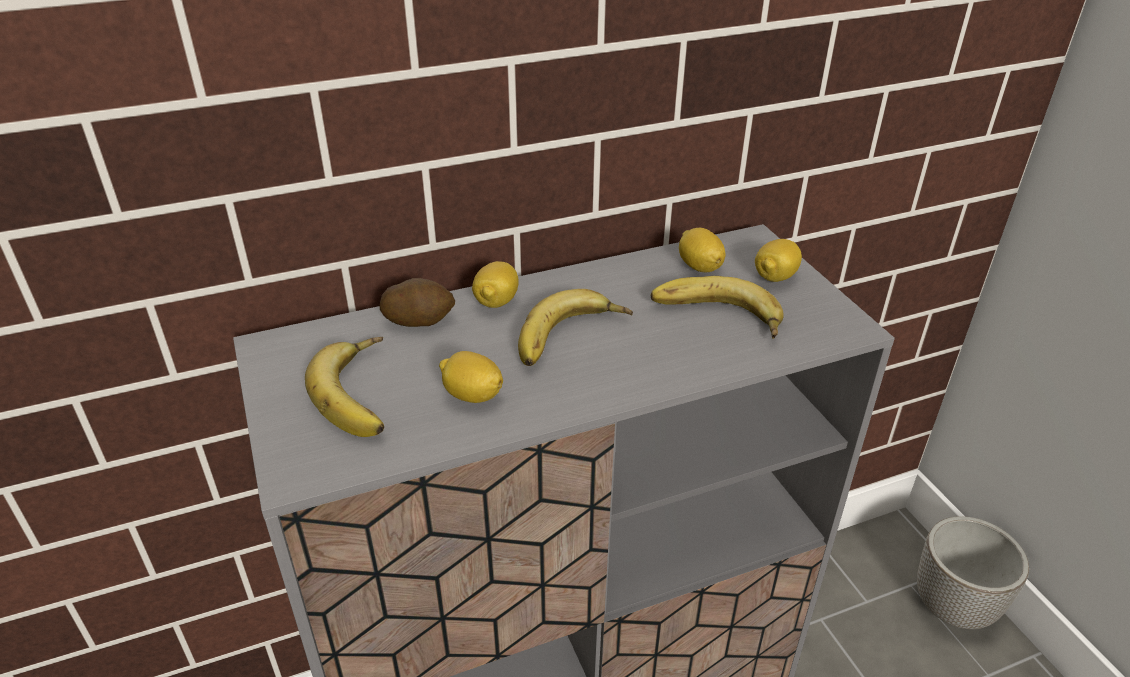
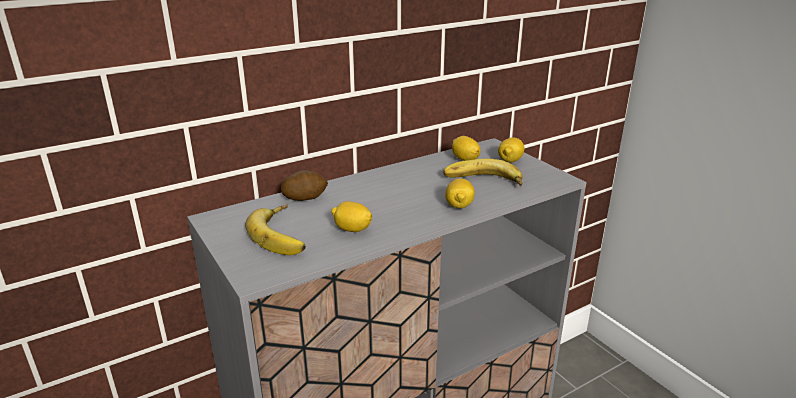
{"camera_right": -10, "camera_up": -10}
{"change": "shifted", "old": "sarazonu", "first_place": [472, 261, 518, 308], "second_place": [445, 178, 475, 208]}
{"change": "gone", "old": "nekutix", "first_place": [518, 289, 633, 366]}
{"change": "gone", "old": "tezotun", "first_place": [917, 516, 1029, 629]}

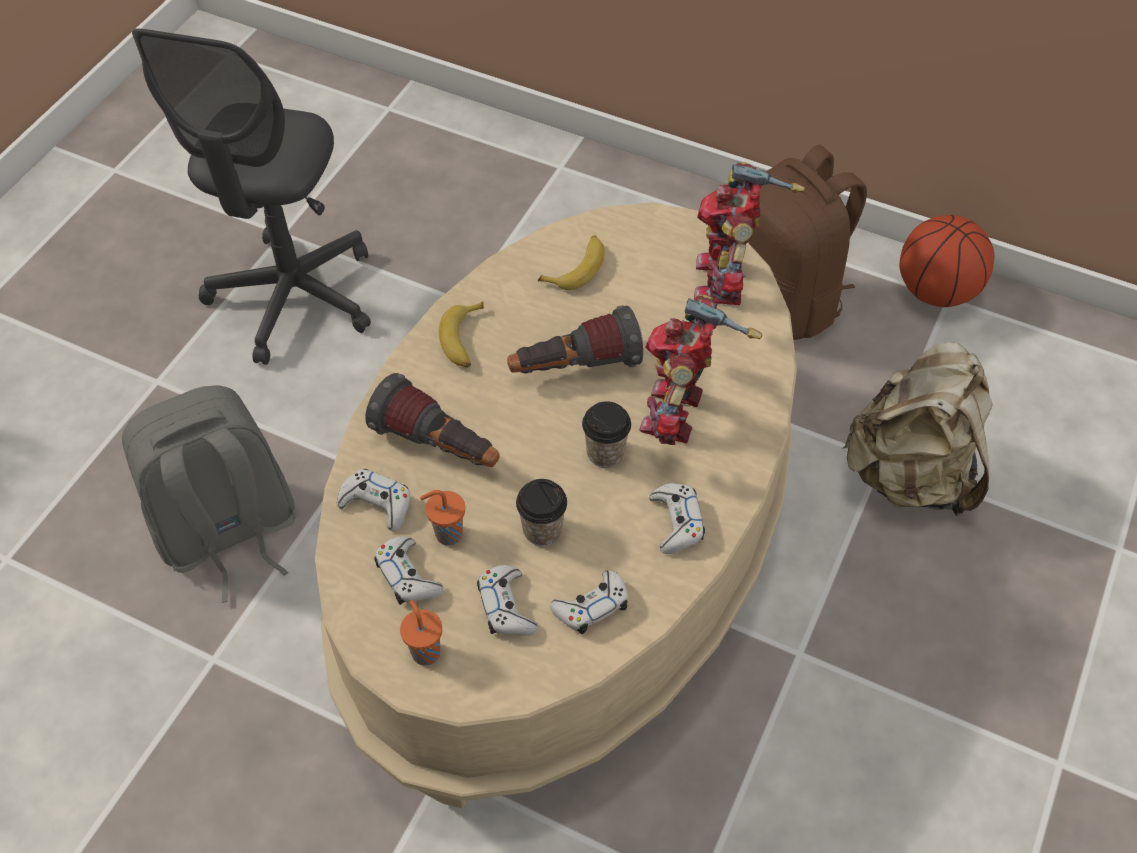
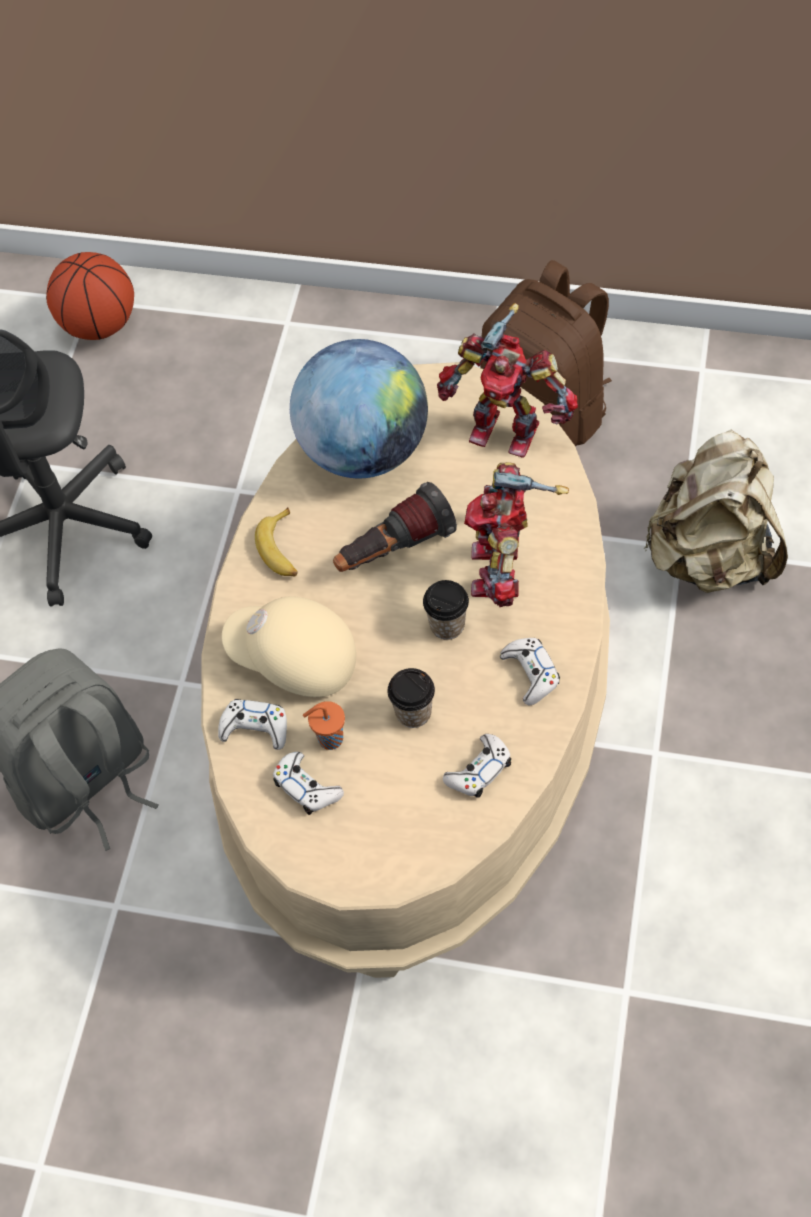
{"camera_right": -10, "camera_up": 5}
{"change": "swapped", "old": "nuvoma", "new": "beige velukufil", "first_place": [365, 373, 500, 467], "second_place": [222, 596, 356, 697]}
{"change": "gone", "old": "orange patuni", "first_place": [400, 600, 442, 666]}
{"change": "gone", "old": "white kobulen", "first_place": [477, 565, 538, 636]}
{"change": "swapped", "old": "nekutix", "new": "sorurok", "first_place": [538, 235, 605, 290], "second_place": [290, 339, 428, 478]}
{"change": "rotated", "old": "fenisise", "first_place": [694, 162, 805, 305], "second_place": [437, 303, 578, 458], "degrees": -60}
{"change": "shifted", "old": "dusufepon", "first_place": [900, 215, 994, 307], "second_place": [46, 252, 134, 340]}

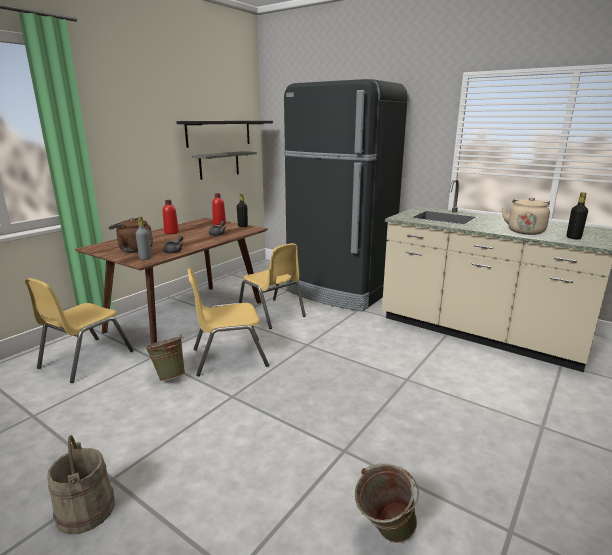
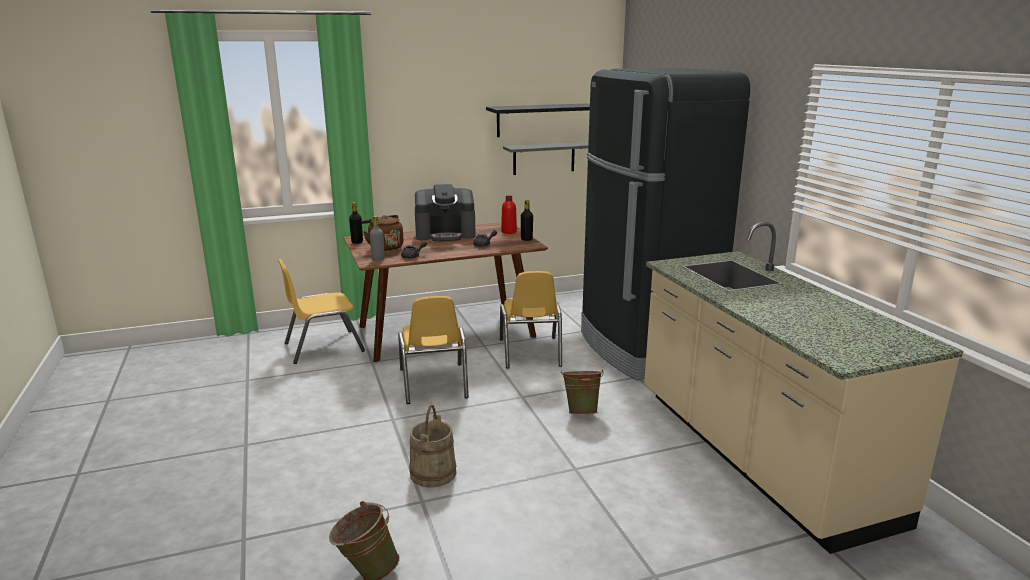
{"camera_right": 35, "camera_up": 0}
{"change": "shifted", "old": "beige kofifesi", "first_place": [47, 435, 115, 534], "second_place": [409, 405, 457, 488]}
{"change": "shifted", "old": "green kofifesi", "first_place": [144, 334, 185, 381], "second_place": [561, 369, 604, 415]}
{"change": "swapped", "old": "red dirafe", "new": "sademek", "first_place": [163, 200, 179, 234], "second_place": [415, 184, 476, 241]}
{"change": "rotated", "old": "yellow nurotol", "first_place": [188, 268, 269, 376], "second_place": [398, 296, 469, 404], "degrees": -120}
{"change": "gone", "old": "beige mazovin", "first_place": [502, 197, 550, 235]}
{"change": "shifted", "old": "black dirafe", "first_place": [567, 192, 588, 239], "second_place": [349, 202, 363, 244]}

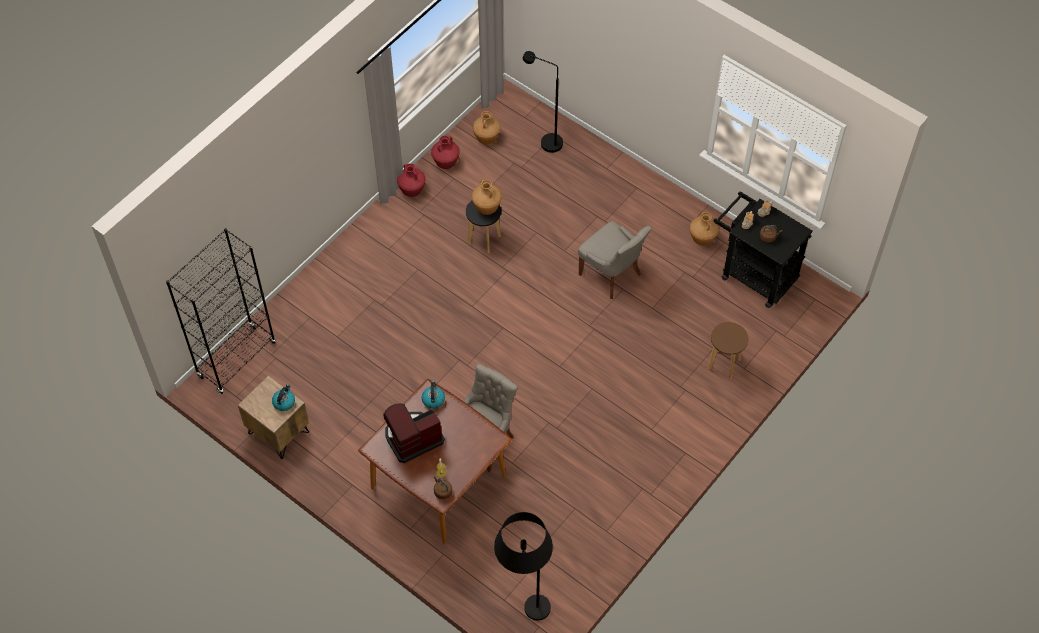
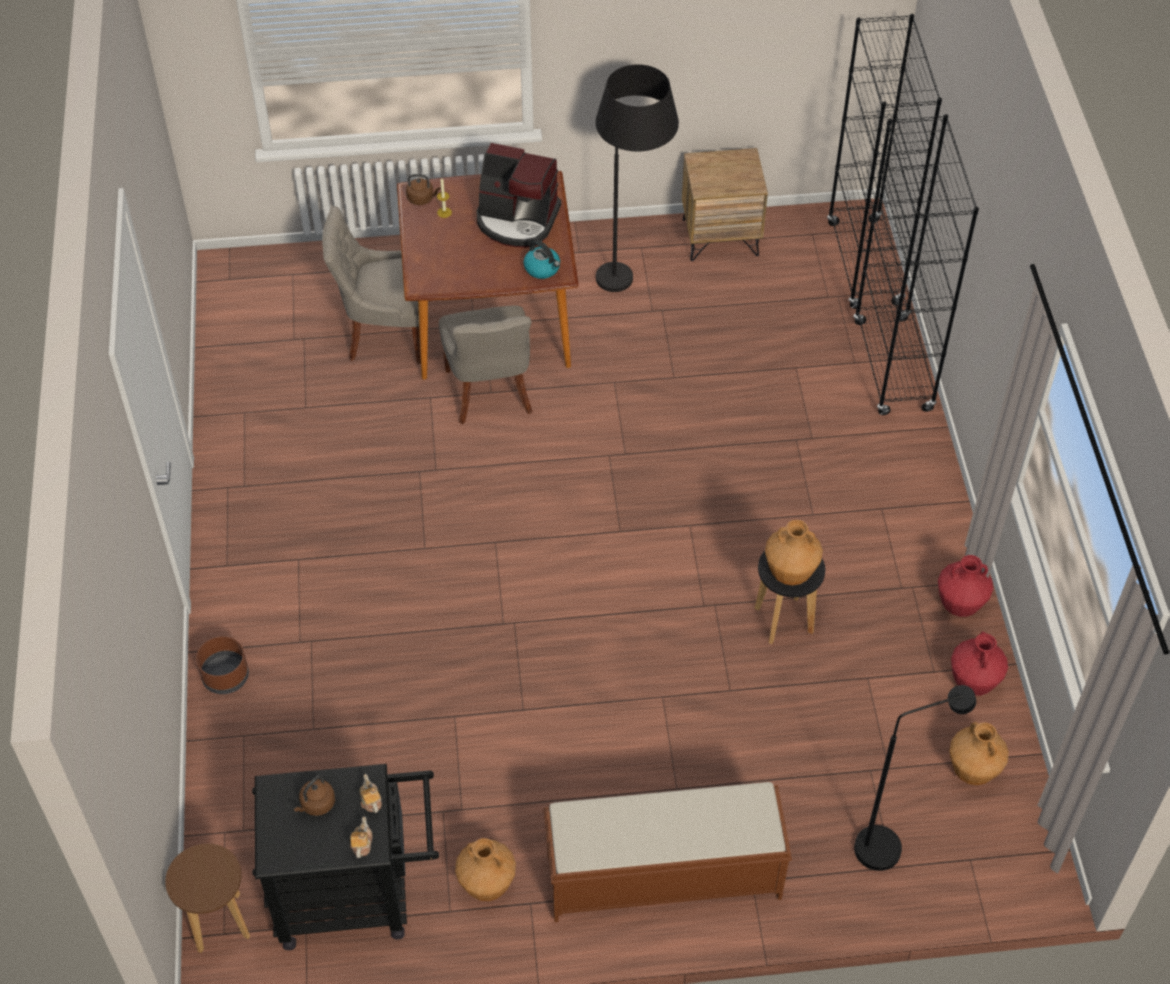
{"camera_right": 135, "camera_up": -5}
{"change": "gone", "old": "mazovin", "first_place": [272, 384, 295, 411]}
{"change": "rotated", "old": "sademek", "first_place": [383, 403, 445, 463], "second_place": [476, 143, 561, 248], "degrees": 90}
{"change": "shifted", "old": "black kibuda", "first_place": [494, 512, 553, 621], "second_place": [596, 64, 679, 292]}
{"change": "shifted", "old": "grey nurotol", "first_place": [578, 221, 652, 299], "second_place": [322, 206, 421, 364]}
{"change": "shifted", "old": "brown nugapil", "first_place": [707, 322, 748, 379], "second_place": [165, 843, 250, 953]}
{"change": "new", "new": "brown tezotun", "second_place": [196, 636, 249, 694]}
{"change": "new", "new": "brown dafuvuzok", "second_place": [543, 782, 792, 922]}
{"change": "new", "new": "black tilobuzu", "second_place": [853, 114, 979, 415]}

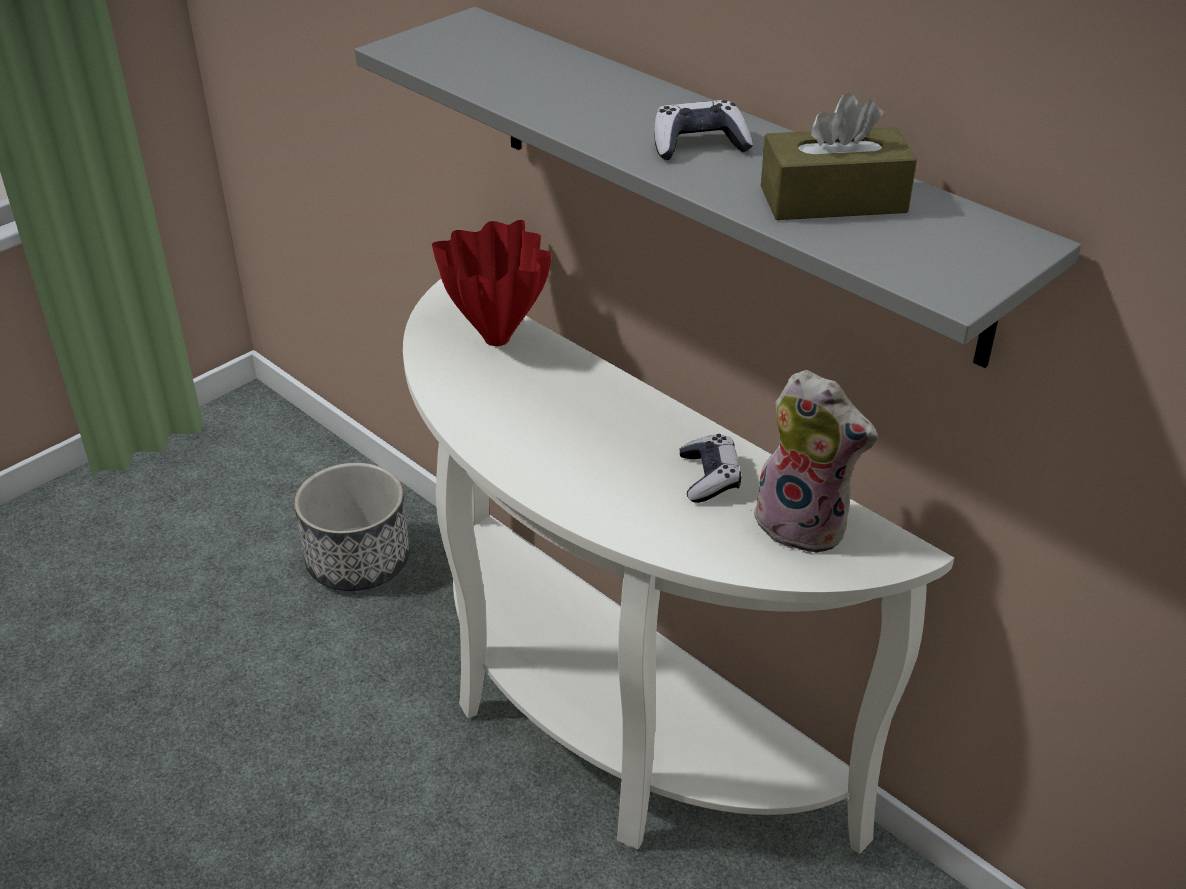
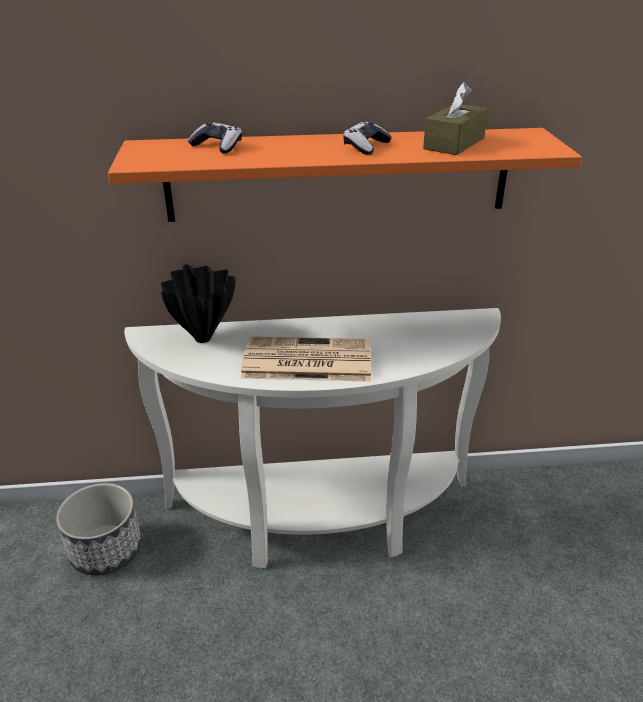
{"camera_right": -50, "camera_up": -5}
{"change": "repainted", "old": "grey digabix", "new": "orange digabix", "first_place": [355, 7, 1081, 368], "second_place": [108, 128, 582, 222]}
{"change": "repainted", "old": "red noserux", "new": "black noserux", "first_place": [432, 220, 552, 346], "second_place": [161, 264, 236, 343]}
{"change": "shifted", "old": "kobulen", "first_place": [679, 434, 741, 503], "second_place": [188, 122, 242, 154]}
{"change": "gone", "old": "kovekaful", "first_place": [750, 370, 877, 555]}
{"change": "new", "new": "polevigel", "second_place": [241, 336, 371, 382]}

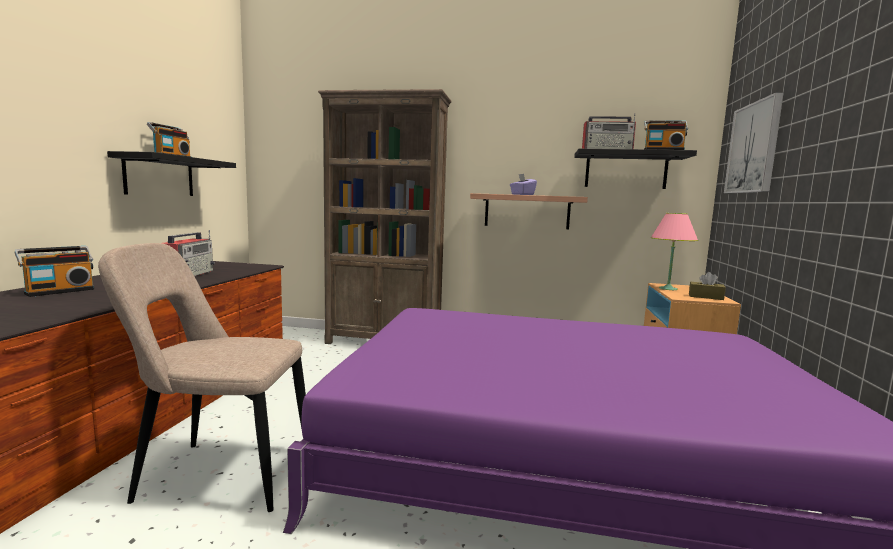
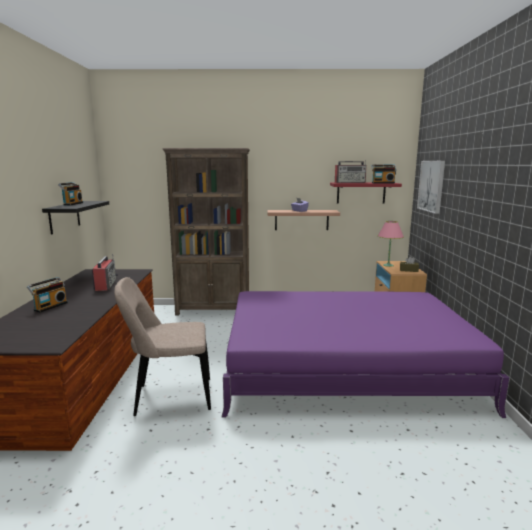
{"camera_right": -10, "camera_up": 5}
{"change": "repainted", "old": "black digabix", "new": "red digabix", "first_place": [574, 149, 697, 189], "second_place": [330, 183, 402, 203]}

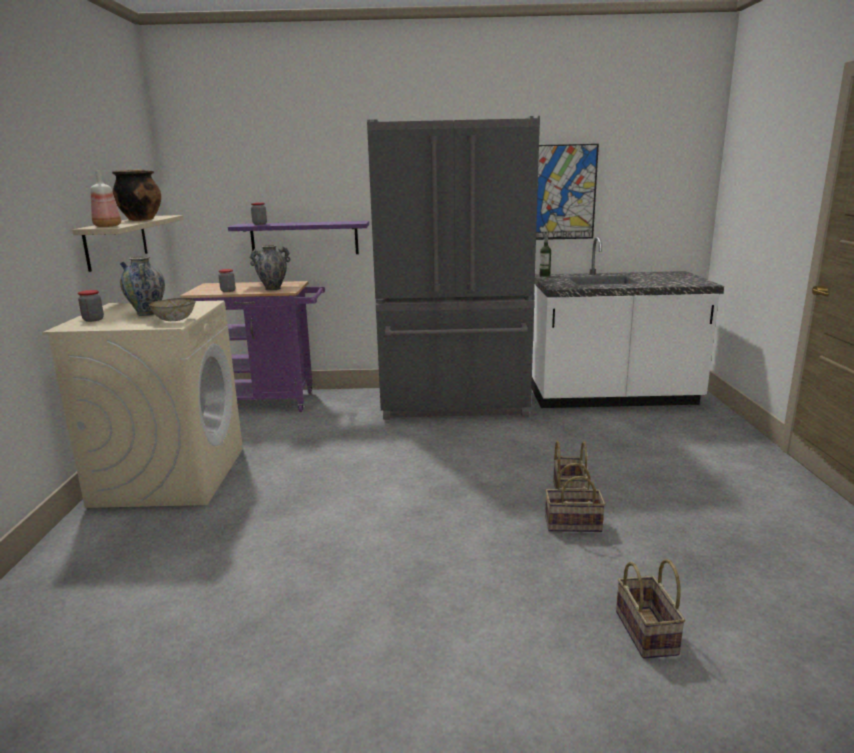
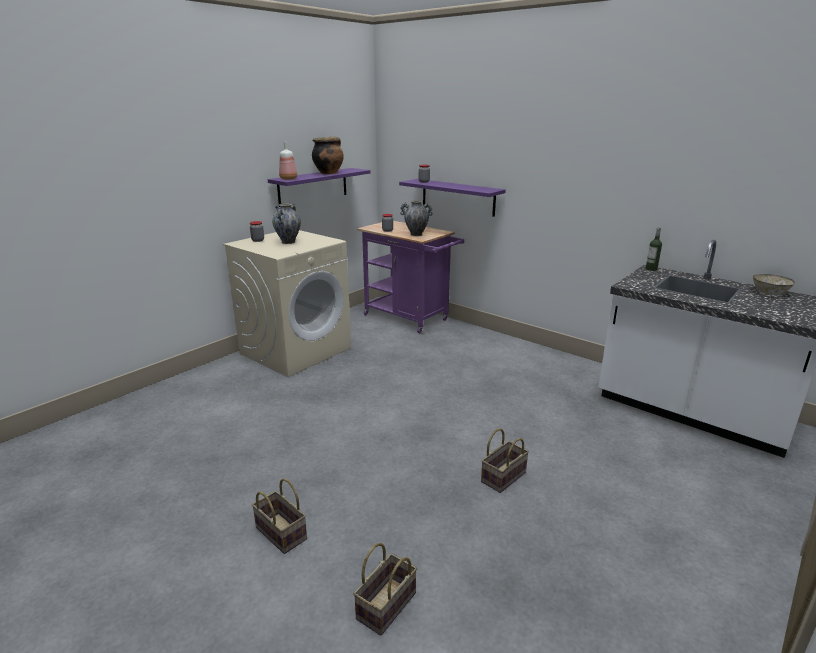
{"camera_right": 40, "camera_up": 5}
{"change": "repainted", "old": "beige digabix", "new": "purple digabix", "first_place": [72, 215, 184, 272], "second_place": [268, 168, 371, 207]}
{"change": "shifted", "old": "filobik", "first_place": [148, 298, 196, 321], "second_place": [753, 274, 795, 295]}
{"change": "gone", "old": "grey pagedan", "first_place": [367, 116, 540, 420]}
{"change": "gone", "old": "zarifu", "first_place": [536, 144, 599, 240]}
{"change": "shifted", "old": "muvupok", "first_place": [545, 463, 606, 532], "second_place": [252, 478, 307, 554]}

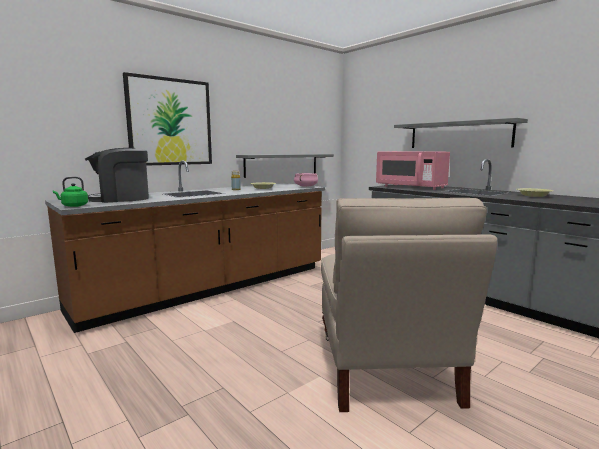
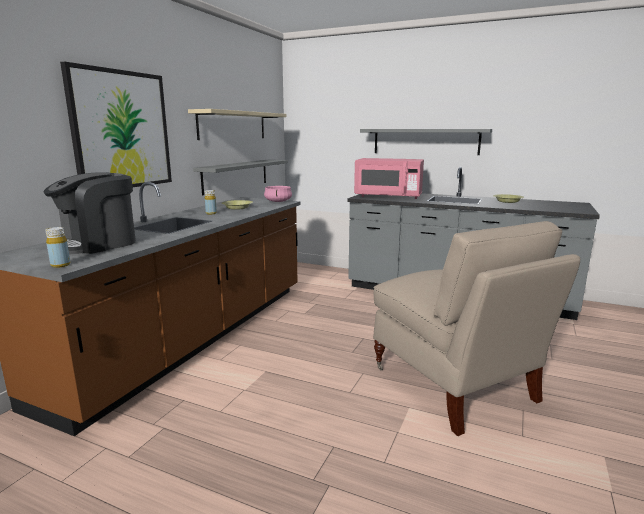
{"camera_right": -25, "camera_up": 5}
{"change": "swapped", "old": "green mazovin", "new": "yellow dirafe", "first_place": [53, 177, 88, 207], "second_place": [46, 227, 70, 268]}
{"change": "new", "new": "beige digabix", "second_place": [188, 109, 286, 140]}

